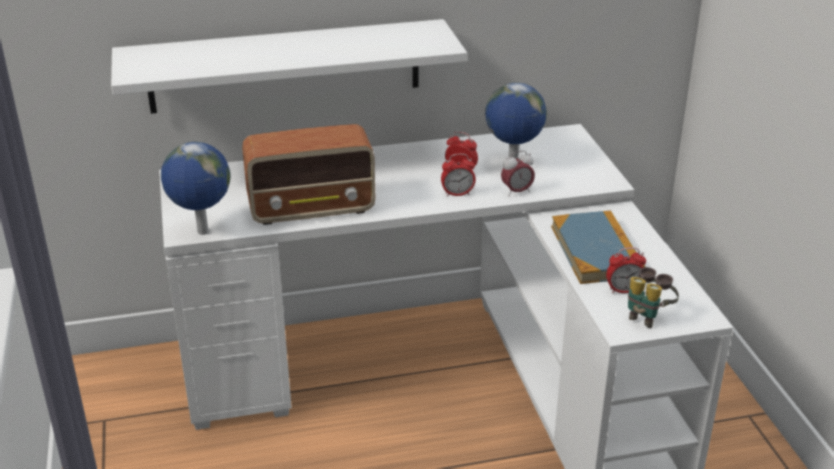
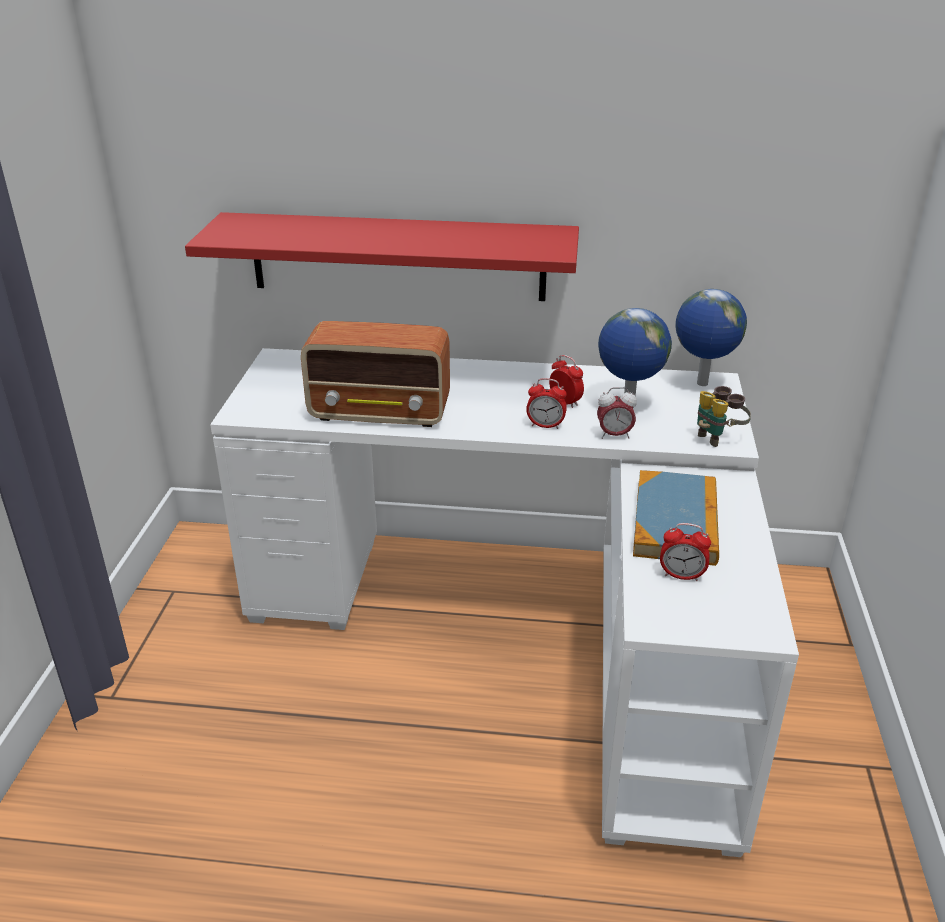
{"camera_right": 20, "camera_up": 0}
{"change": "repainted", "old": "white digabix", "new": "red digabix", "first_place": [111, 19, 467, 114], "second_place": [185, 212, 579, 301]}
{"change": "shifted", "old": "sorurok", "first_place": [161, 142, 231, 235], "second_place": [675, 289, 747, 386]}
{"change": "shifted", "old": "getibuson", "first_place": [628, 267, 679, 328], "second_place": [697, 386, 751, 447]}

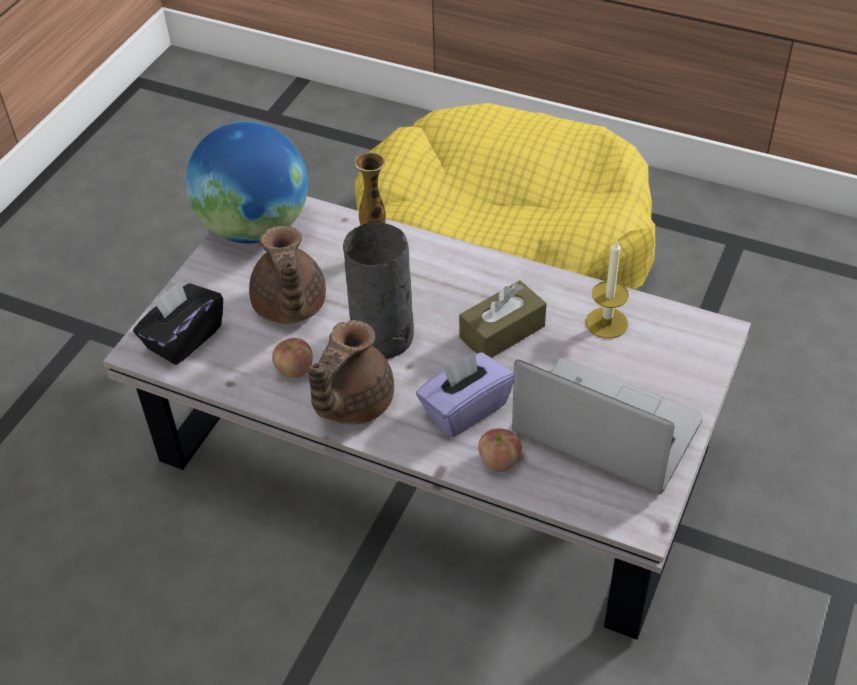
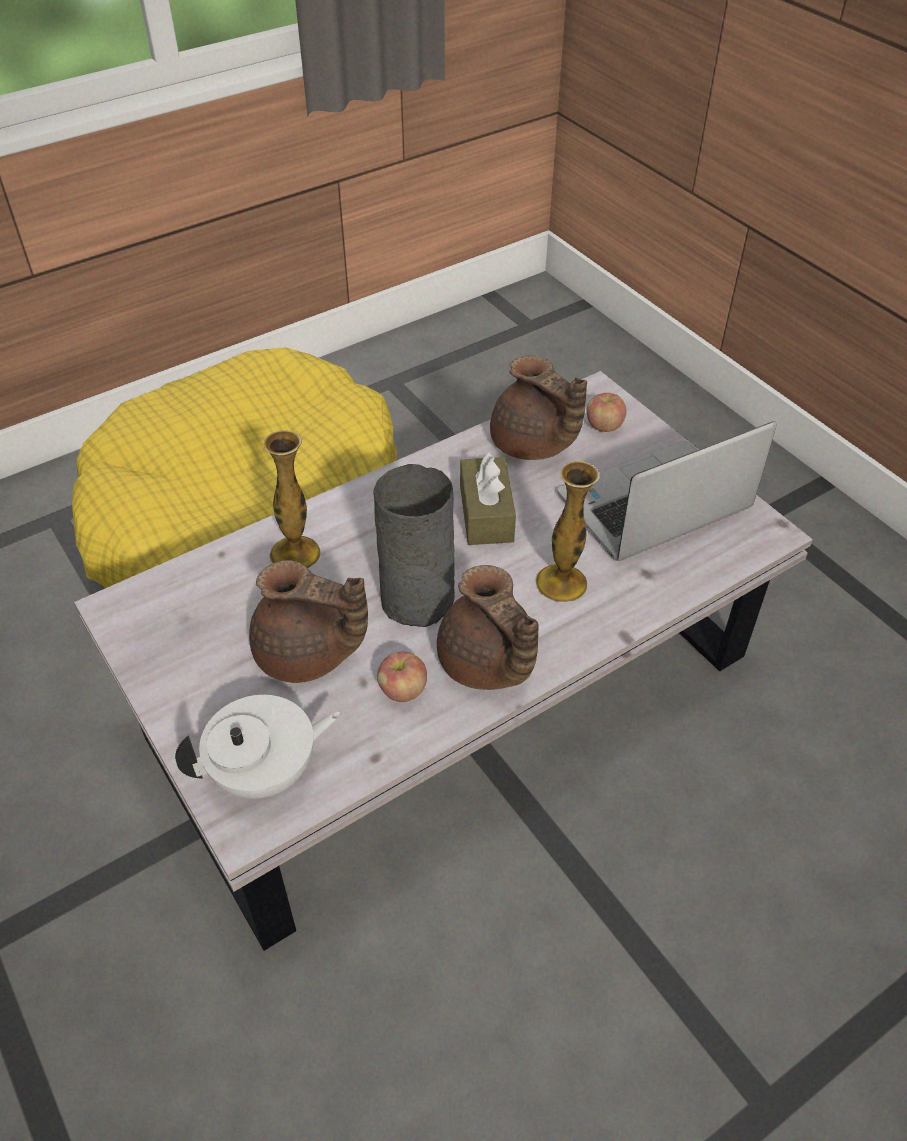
{"camera_right": -60, "camera_up": 0}
{"change": "swapped", "old": "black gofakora", "new": "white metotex", "first_place": [133, 281, 223, 365], "second_place": [175, 695, 342, 799]}
{"change": "gone", "old": "sorurok", "first_place": [186, 121, 308, 243]}
{"change": "swapped", "old": "purple gofakora", "new": "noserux", "first_place": [416, 351, 514, 437], "second_place": [535, 461, 600, 602]}
{"change": "shifted", "old": "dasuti", "first_place": [478, 428, 522, 472], "second_place": [587, 393, 627, 432]}
{"change": "swapped", "old": "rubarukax", "new": "brown metotex", "first_place": [586, 239, 629, 339], "second_place": [490, 356, 587, 460]}

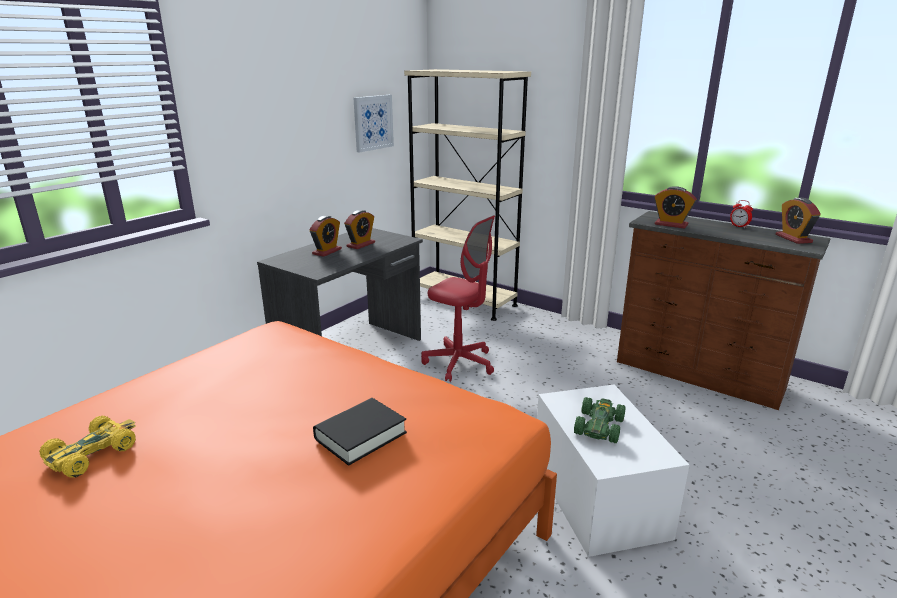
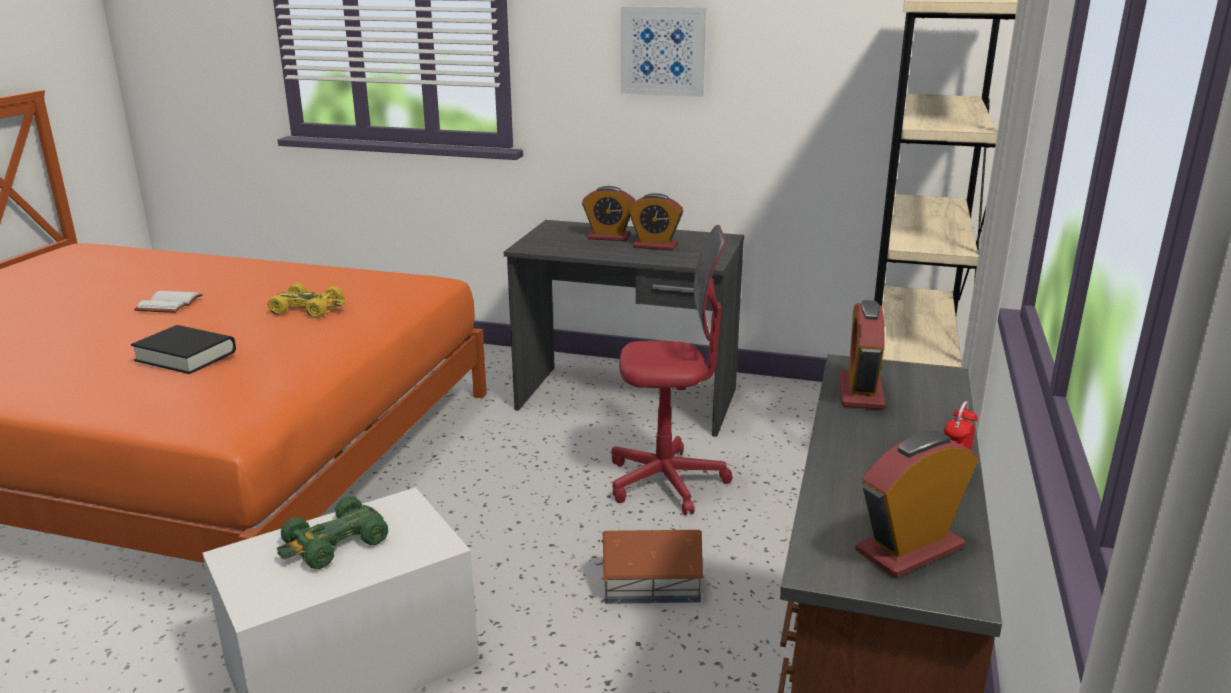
{"camera_right": 70, "camera_up": 0}
{"change": "shifted", "old": "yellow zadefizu", "first_place": [39, 416, 136, 478], "second_place": [268, 283, 346, 318]}
{"change": "shifted", "old": "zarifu", "first_place": [354, 95, 394, 153], "second_place": [621, 6, 706, 97]}
{"change": "rotated", "old": "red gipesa", "first_place": [421, 215, 495, 382], "second_place": [611, 225, 733, 515], "degrees": -105}
{"change": "rotated", "old": "green zadefizu", "first_place": [574, 397, 625, 443], "second_place": [277, 496, 388, 569], "degrees": 135}
{"change": "new", "new": "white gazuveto", "second_place": [134, 291, 203, 313]}
{"change": "new", "new": "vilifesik", "second_place": [601, 530, 704, 604]}

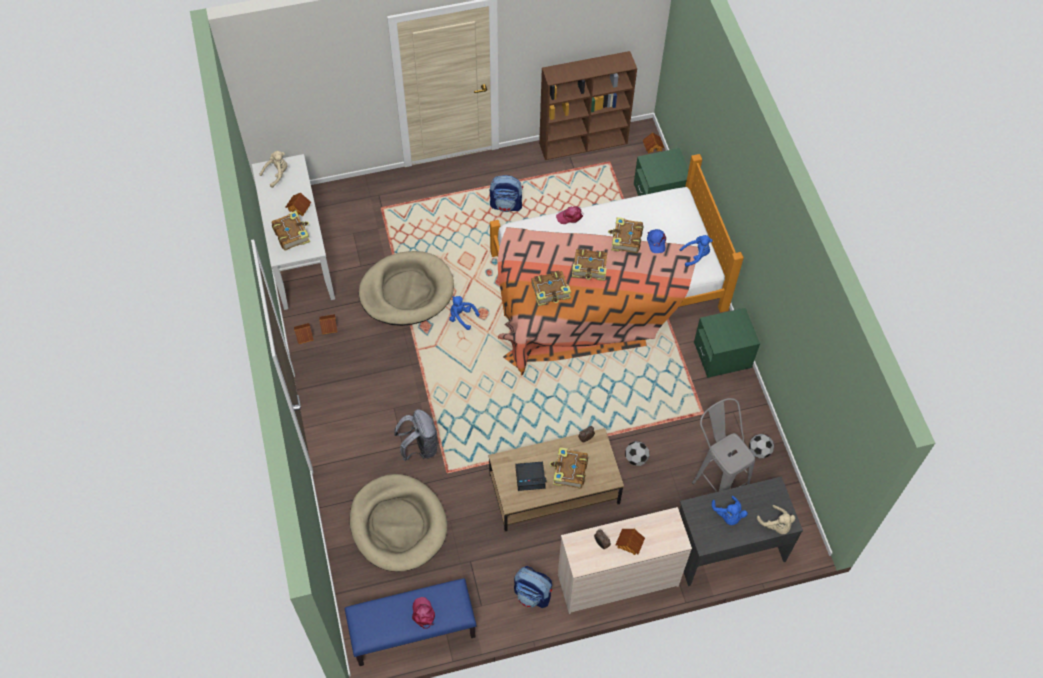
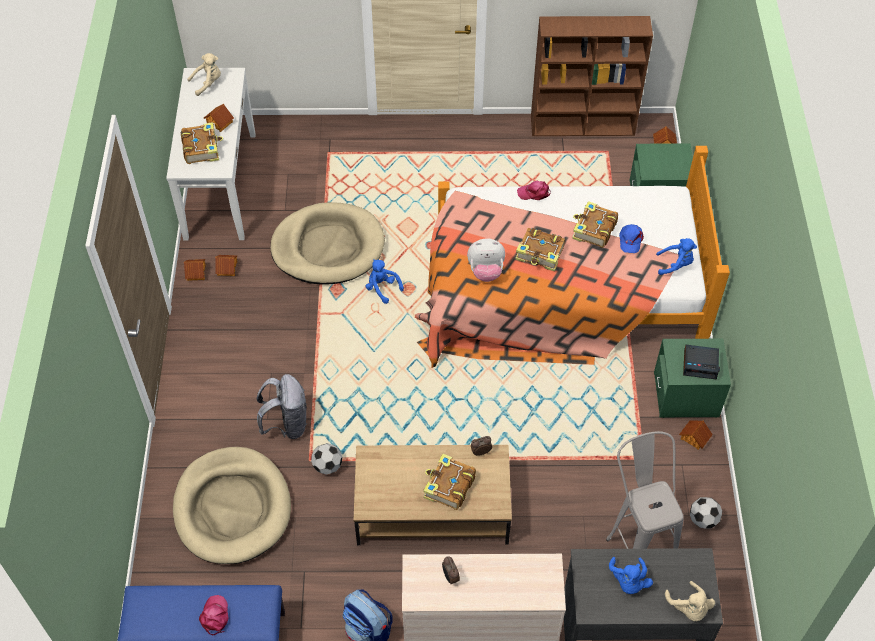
{"camera_right": 15, "camera_up": -5}
{"change": "gone", "old": "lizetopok", "first_place": [490, 175, 523, 212]}
{"change": "shifted", "old": "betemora", "first_place": [515, 462, 546, 491], "second_place": [683, 345, 720, 380]}
{"change": "swapped", "old": "gazuveto", "new": "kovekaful", "first_place": [531, 271, 571, 306], "second_place": [467, 238, 505, 282]}
{"change": "shifted", "old": "vilifesik", "first_place": [616, 529, 645, 555], "second_place": [679, 420, 713, 450]}
{"change": "shifted", "old": "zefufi", "first_place": [625, 441, 650, 466], "second_place": [311, 443, 342, 475]}

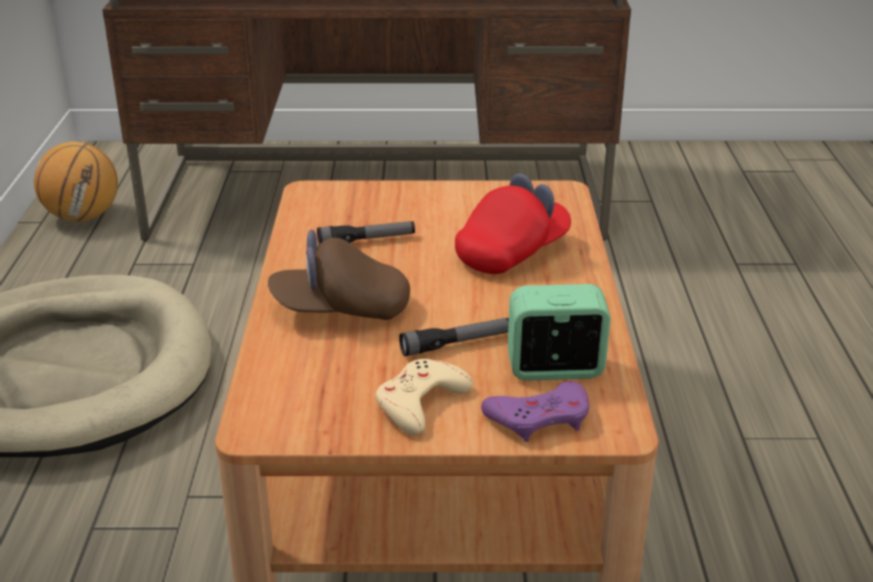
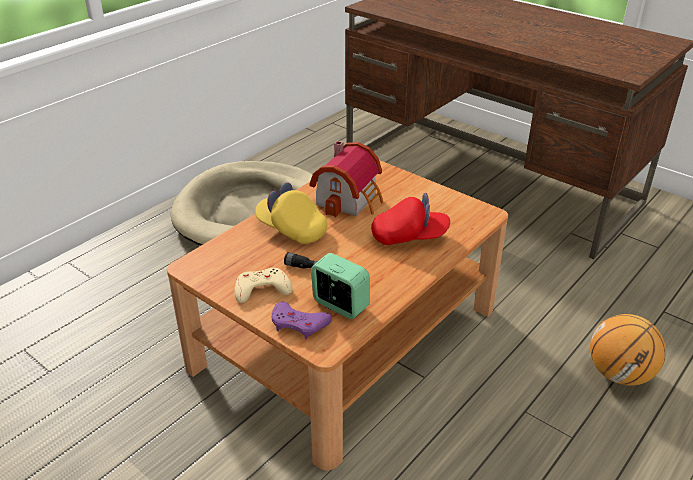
{"camera_right": 40, "camera_up": 5}
{"change": "shifted", "old": "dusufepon", "first_place": [34, 142, 118, 222], "second_place": [590, 314, 666, 386]}
{"change": "repainted", "old": "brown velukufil", "new": "yellow velukufil", "first_place": [268, 230, 410, 320], "second_place": [255, 182, 327, 244]}
{"change": "swapped", "old": "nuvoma", "new": "vilifesik", "first_place": [317, 221, 415, 245], "second_place": [309, 140, 383, 218]}

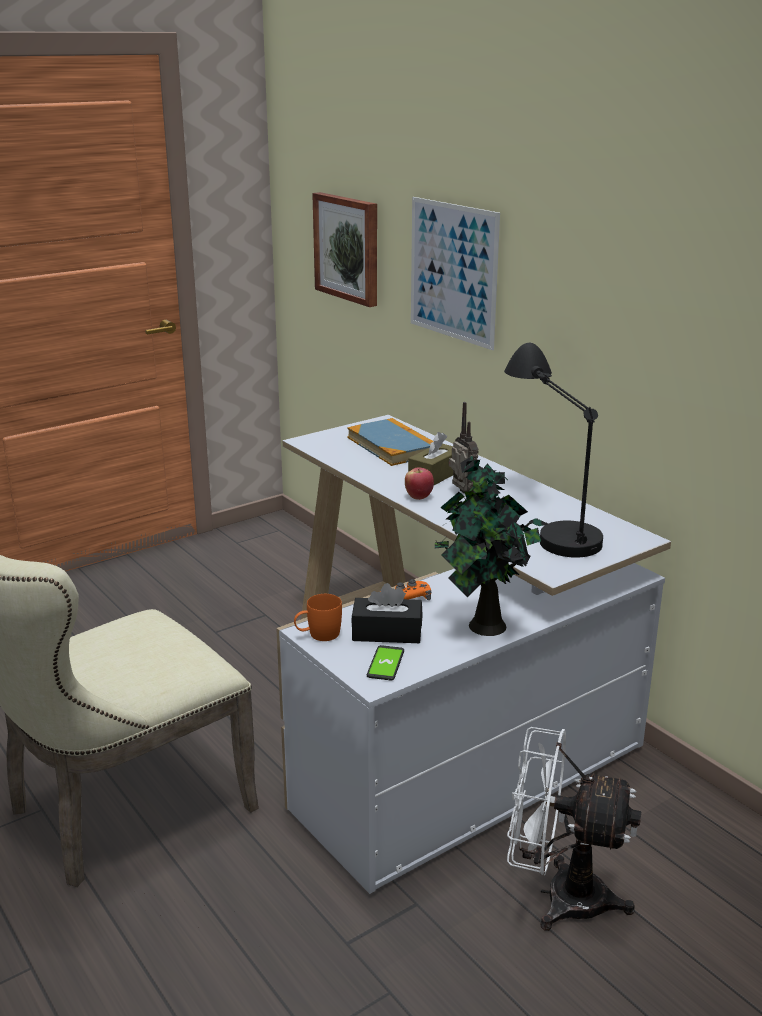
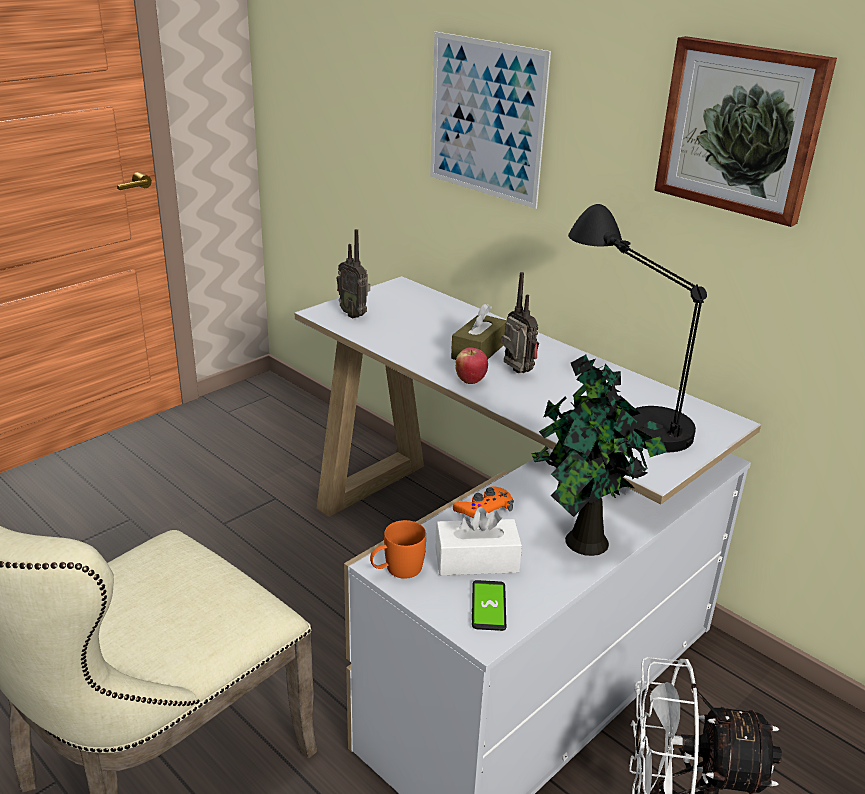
{"camera_right": -10, "camera_up": 5}
{"change": "shifted", "old": "zarifu", "first_place": [312, 192, 377, 307], "second_place": [654, 36, 837, 227]}
{"change": "gone", "old": "gazuveto", "first_place": [347, 418, 433, 466]}
{"change": "repainted", "old": "black gofakora", "new": "white gofakora", "first_place": [351, 583, 423, 643], "second_place": [435, 507, 522, 575]}
{"change": "new", "new": "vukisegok", "second_place": [336, 229, 370, 318]}

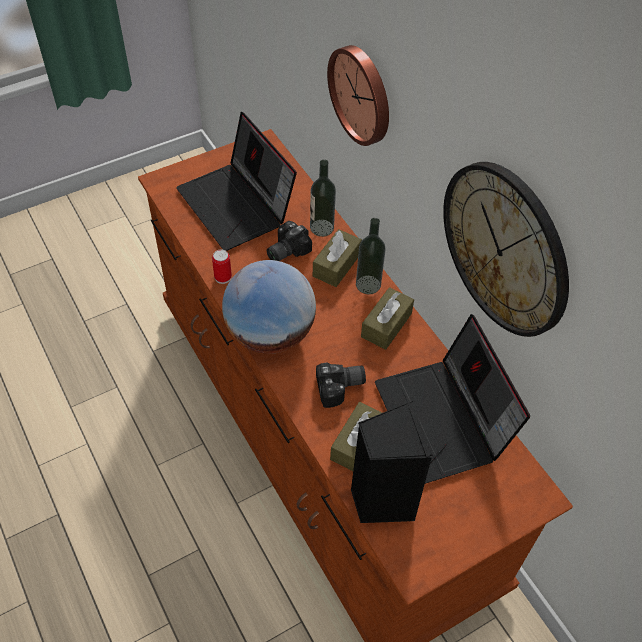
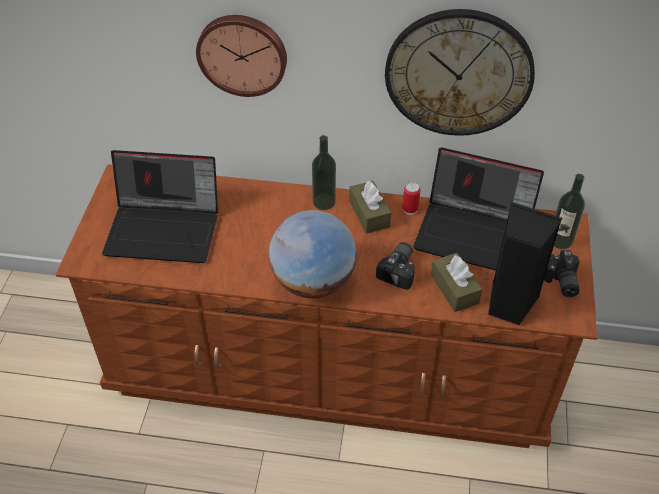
{"camera_right": -50, "camera_up": -5}
{"change": "shifted", "old": "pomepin", "first_place": [212, 250, 232, 284], "second_place": [402, 182, 420, 215]}
{"change": "shifted", "old": "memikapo", "first_place": [267, 221, 312, 261], "second_place": [544, 250, 579, 297]}
{"change": "shifted", "old": "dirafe", "first_place": [310, 160, 336, 237], "second_place": [554, 174, 585, 249]}
{"change": "gone", "old": "brown gofakora", "first_place": [313, 229, 362, 287]}

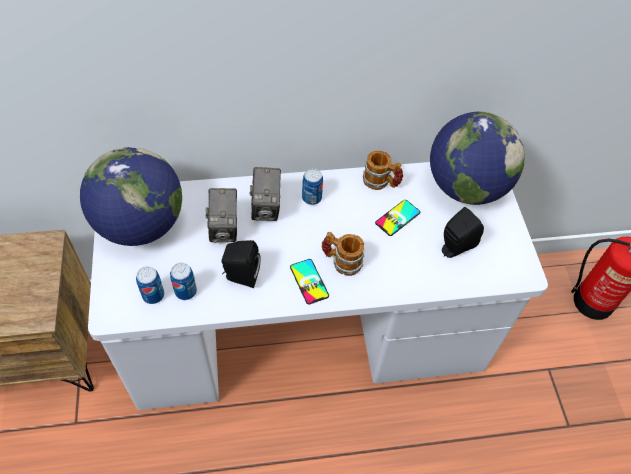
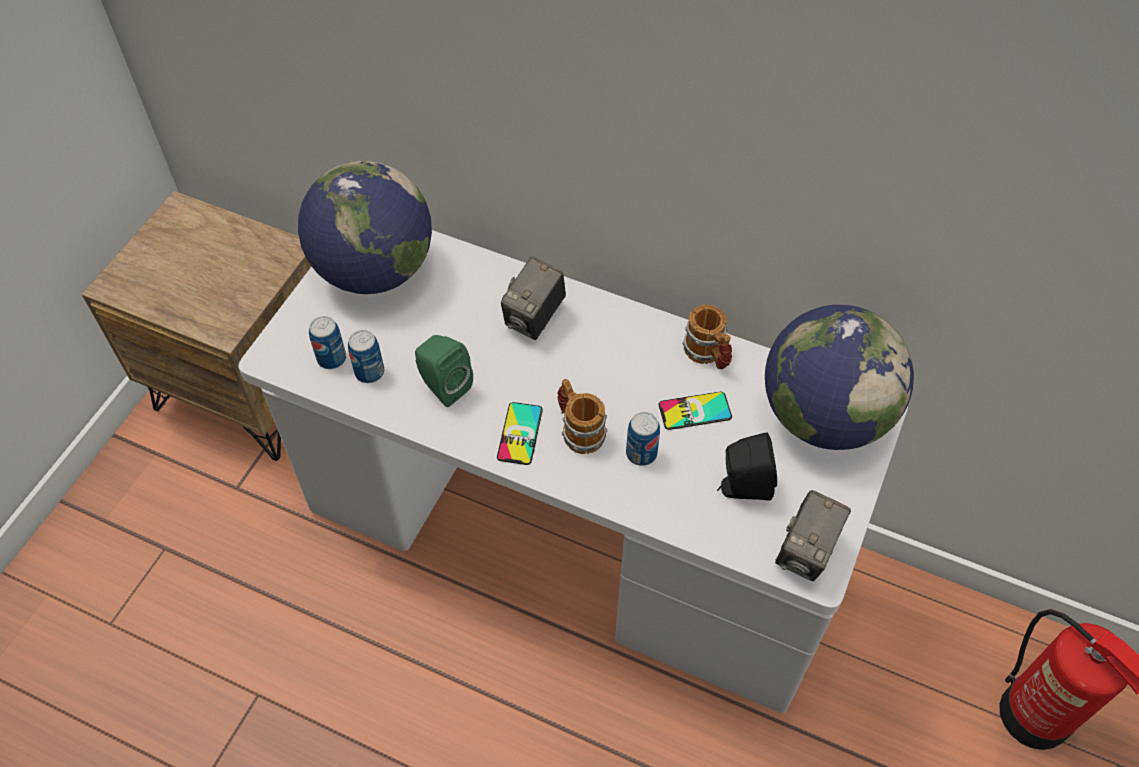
{"camera_right": 35, "camera_up": 0}
{"change": "shifted", "old": "memikapo", "first_place": [205, 188, 237, 243], "second_place": [775, 490, 851, 581]}
{"change": "repainted", "old": "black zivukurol", "new": "green zivukurol", "first_place": [221, 240, 261, 288], "second_place": [415, 335, 473, 407]}
{"change": "shifted", "old": "pomepin", "first_place": [302, 169, 323, 205], "second_place": [626, 412, 660, 466]}

